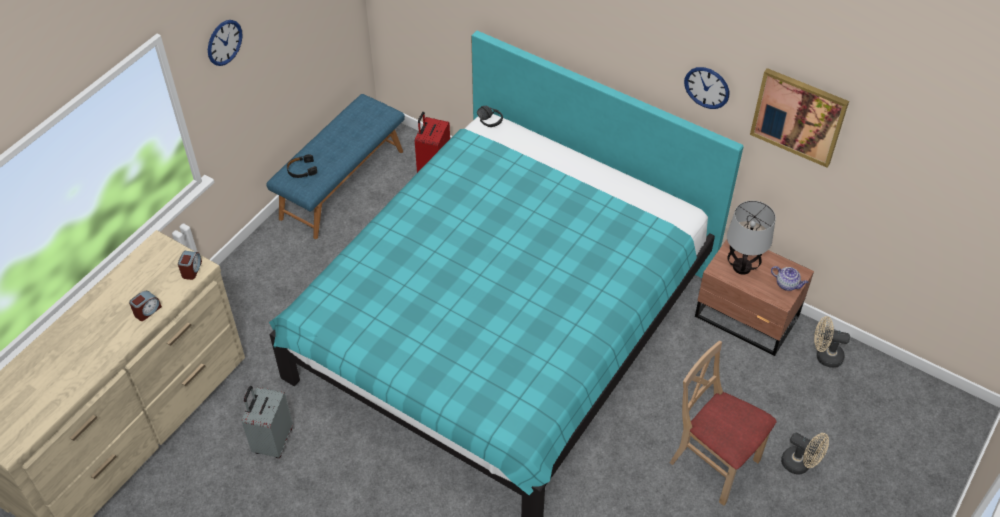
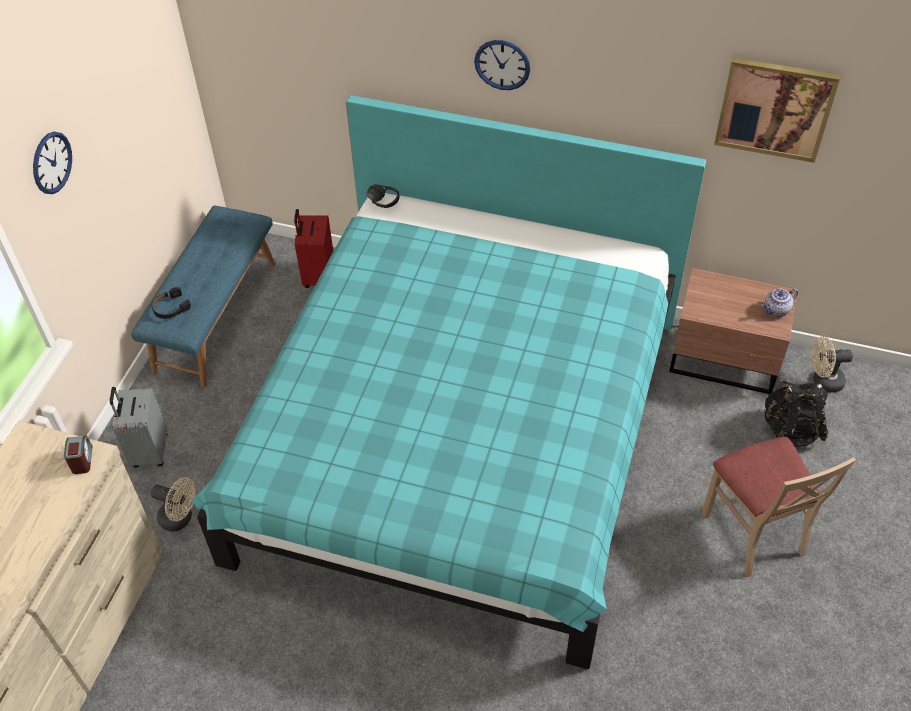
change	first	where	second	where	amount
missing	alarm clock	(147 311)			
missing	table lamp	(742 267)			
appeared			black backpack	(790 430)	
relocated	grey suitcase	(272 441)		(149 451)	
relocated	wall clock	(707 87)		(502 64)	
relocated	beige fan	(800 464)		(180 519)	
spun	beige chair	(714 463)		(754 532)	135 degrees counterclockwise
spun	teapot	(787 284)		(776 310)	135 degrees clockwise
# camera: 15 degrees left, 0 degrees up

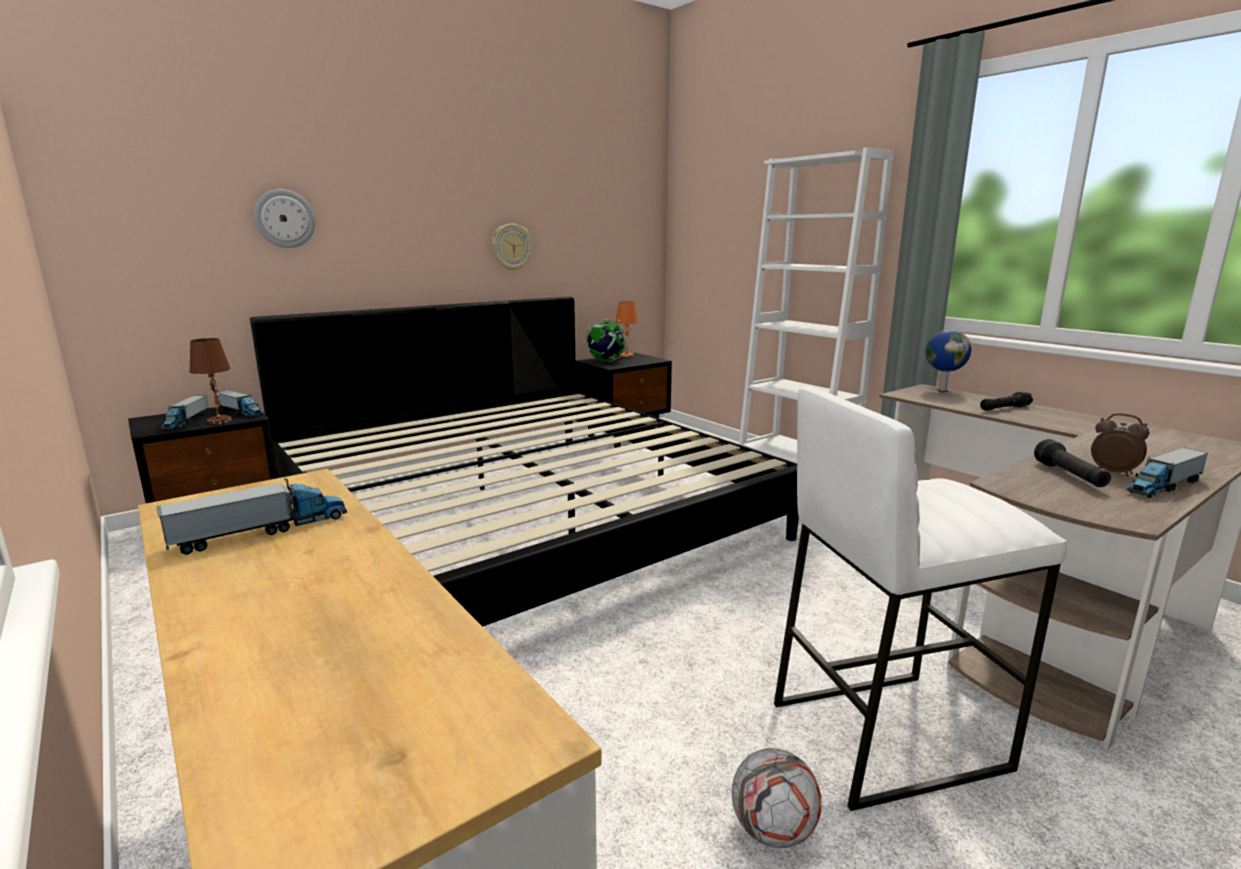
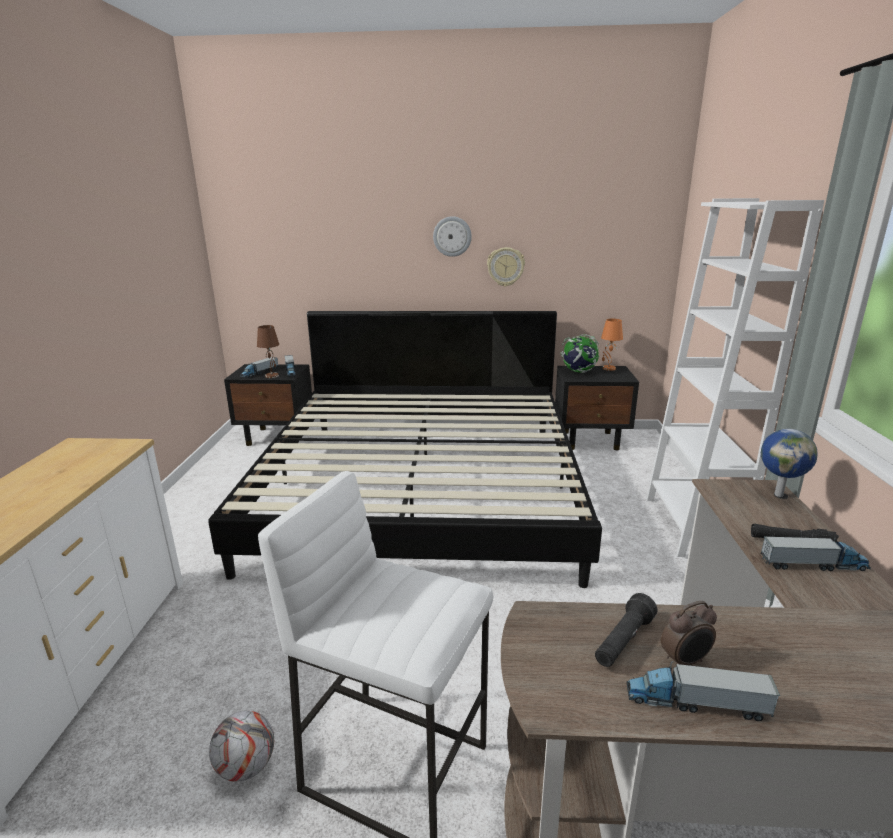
change	first	where	second	where	amount
relocated	toy truck	(261 531)		(813 565)	
relocated	wall clock	(284 218)		(452 236)	
spun	alarm clock	(1113 472)		(685 661)	75 degrees clockwise
# camera: 40 degrees right, 5 degrees up

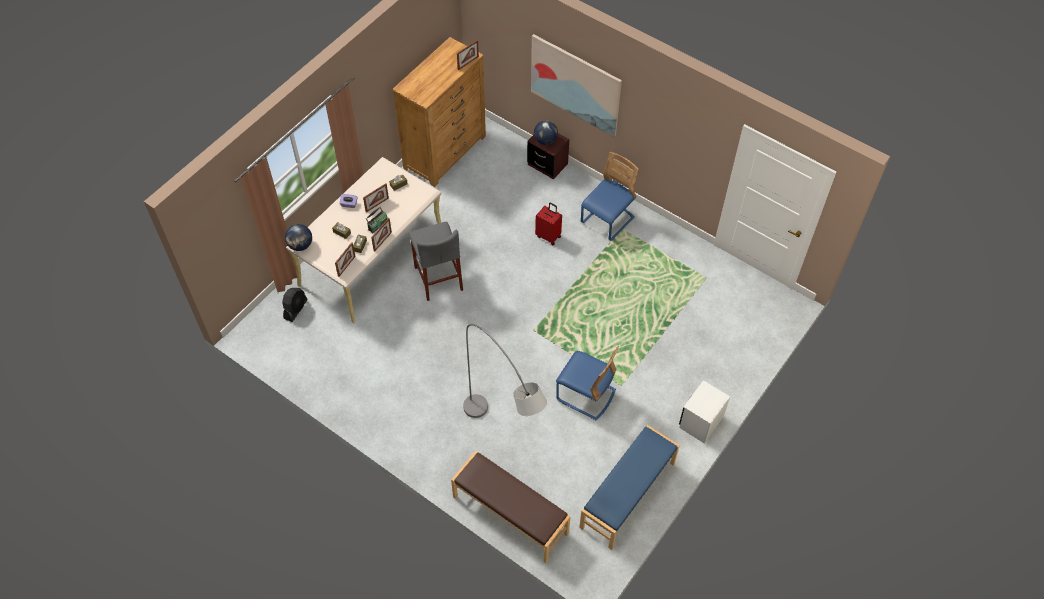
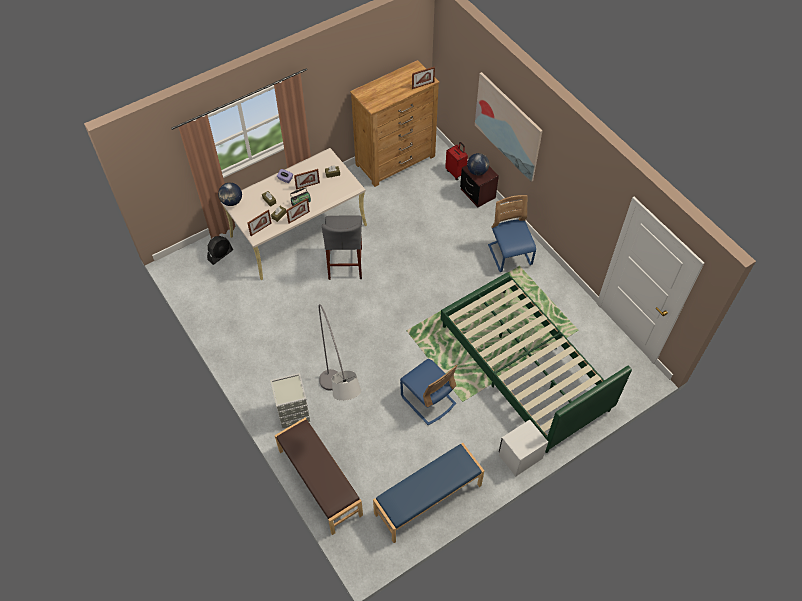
change	first	where	second	where	amount
appeared			grey storage box	(293 412)	
appeared			green bed	(524 367)	
relocated	red suitcase	(548 236)		(456 172)	
spun	blue chair	(607 221)		(510 255)	75 degrees counterclockwise
# camera: 20 degrees right, 0 degrees up

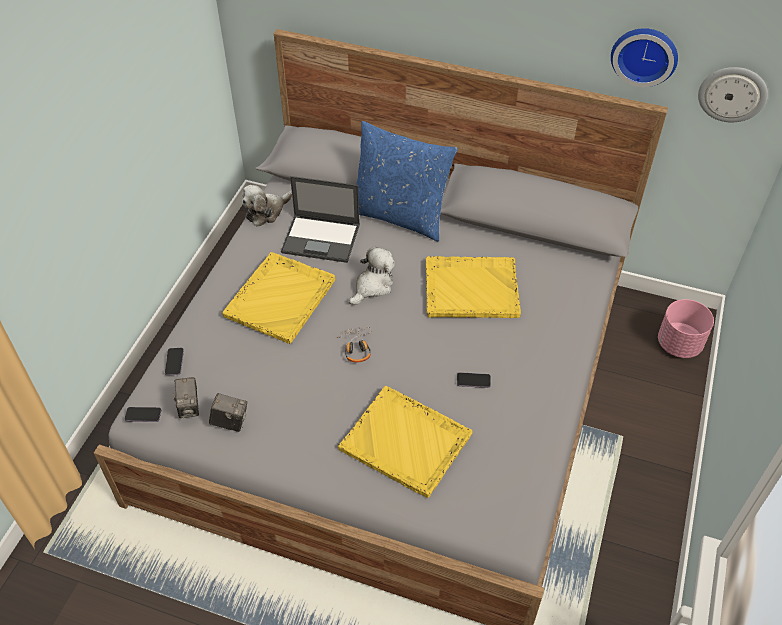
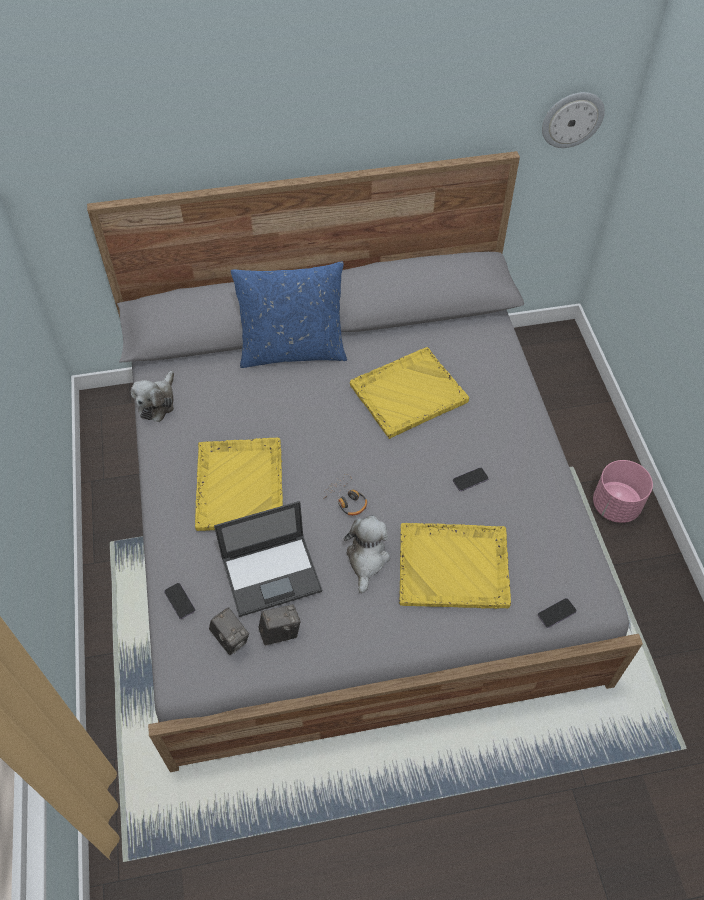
change	first	where	second	where	amount
missing	wall clock	(644 54)			
relocated	phone	(143 415)		(556 613)	
relocated	laptop	(322 238)		(272 574)	
relocated	plush toy	(372 286)		(367 559)	
relocated	pink planter	(679 344)		(615 506)	
# camera: 30 degrees left, 5 degrees up

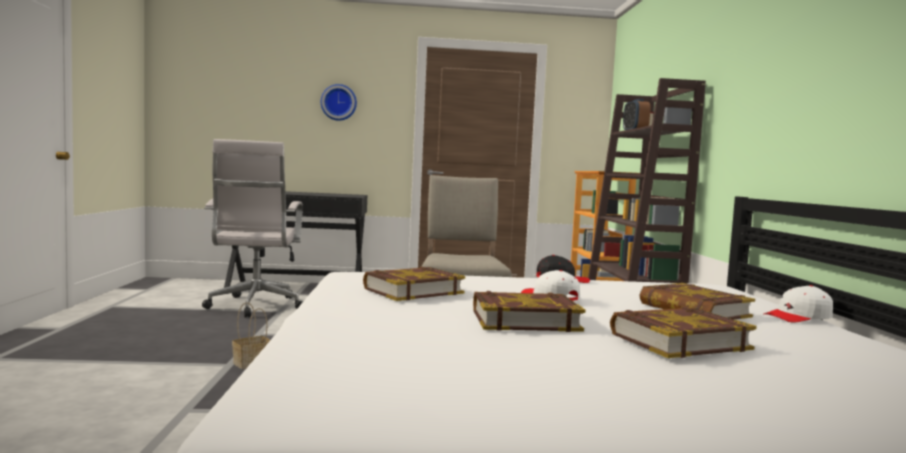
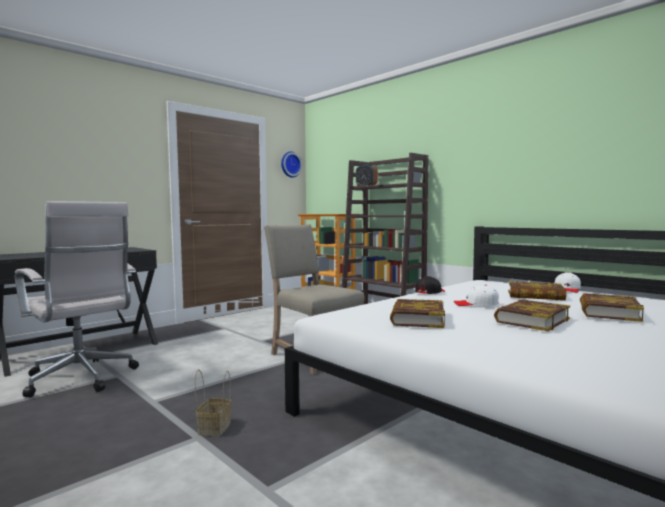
change	first	where	second	where	amount
relocated	wall clock	(339 102)		(290 164)	
# camera: 40 degrees left, 0 degrees up

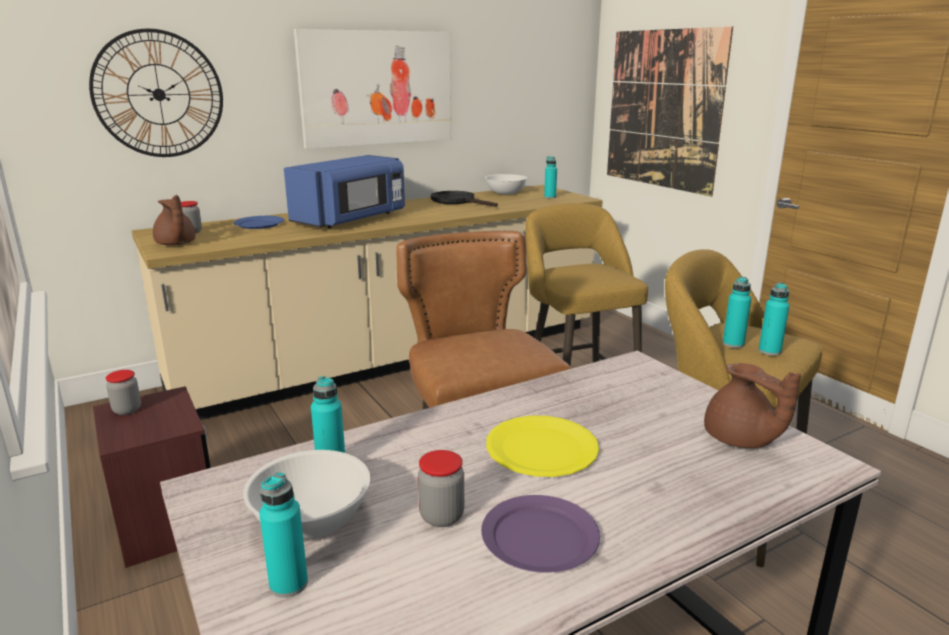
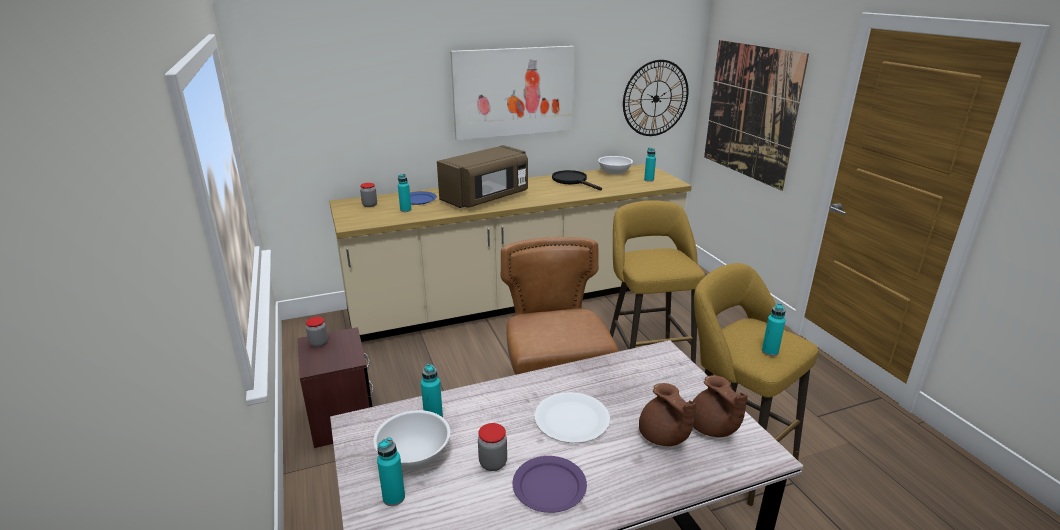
change	first	where	second	where	amount
relocated	wall clock	(159 94)		(655 98)	
relocated	brown teapot	(176 244)		(663 437)	
relocated	turquoise bottle	(733 344)		(405 210)	
colour	blue microwave	(351 219)	brown microwave	(486 198)	
colour	yellow plate	(541 449)	white plate	(571 419)	
# camera: 10 degrees right, 5 degrees up

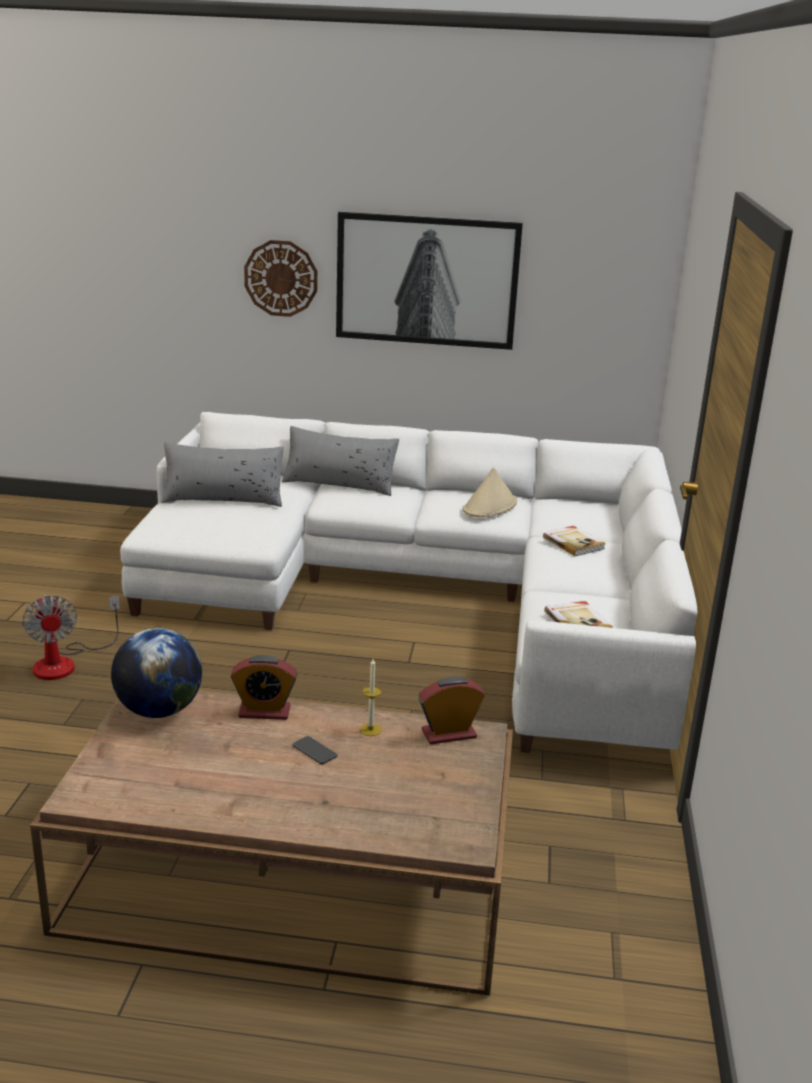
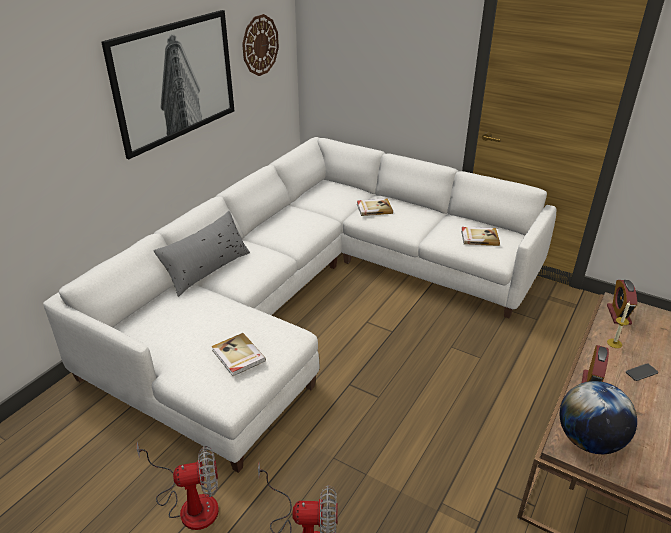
change	first	where	second	where	amount
missing	grey pillow	(223 499)			
missing	beige hat	(490 506)			
appeared			fan	(190 504)	
appeared			book	(238 356)	
relocated	wall clock	(281 278)		(260 45)	
# camera: 65 degrees left, 10 degrees up

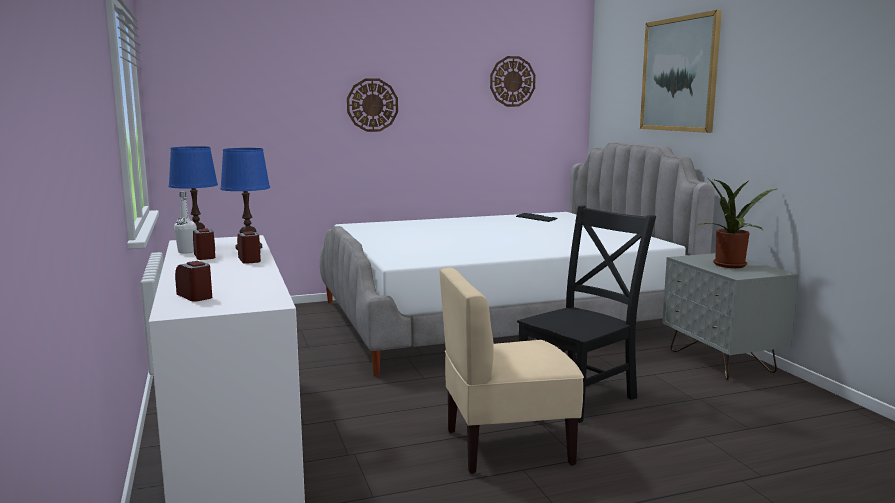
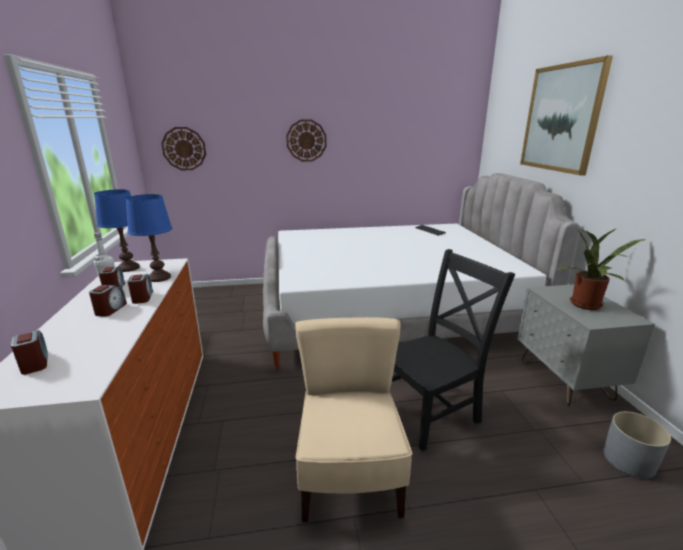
change	first	where	second	where	amount
appeared			alarm clock	(110 309)	
appeared			grey planter	(629 460)	
relocated	wall clock	(512 81)		(184 149)	
spun	beige chair	(507 446)		(349 477)	90 degrees clockwise
# camera: 10 degrees right, 10 degrees up

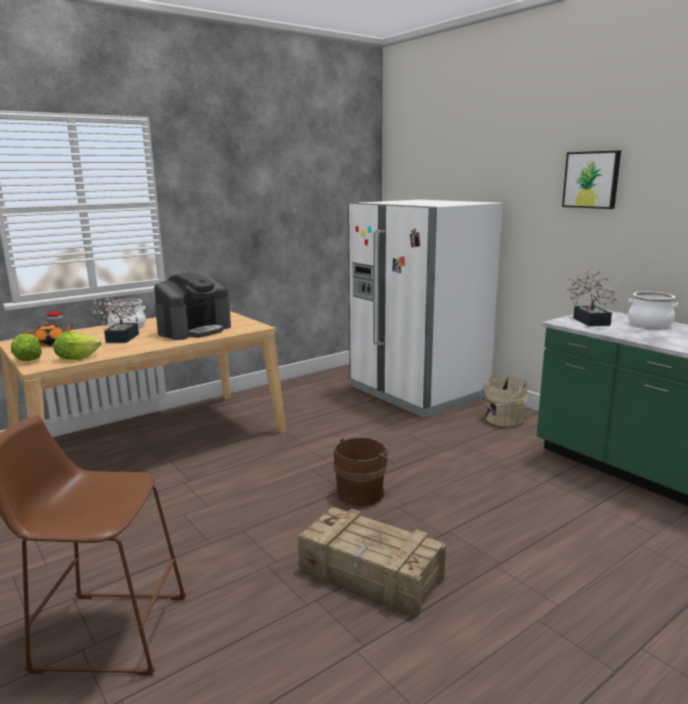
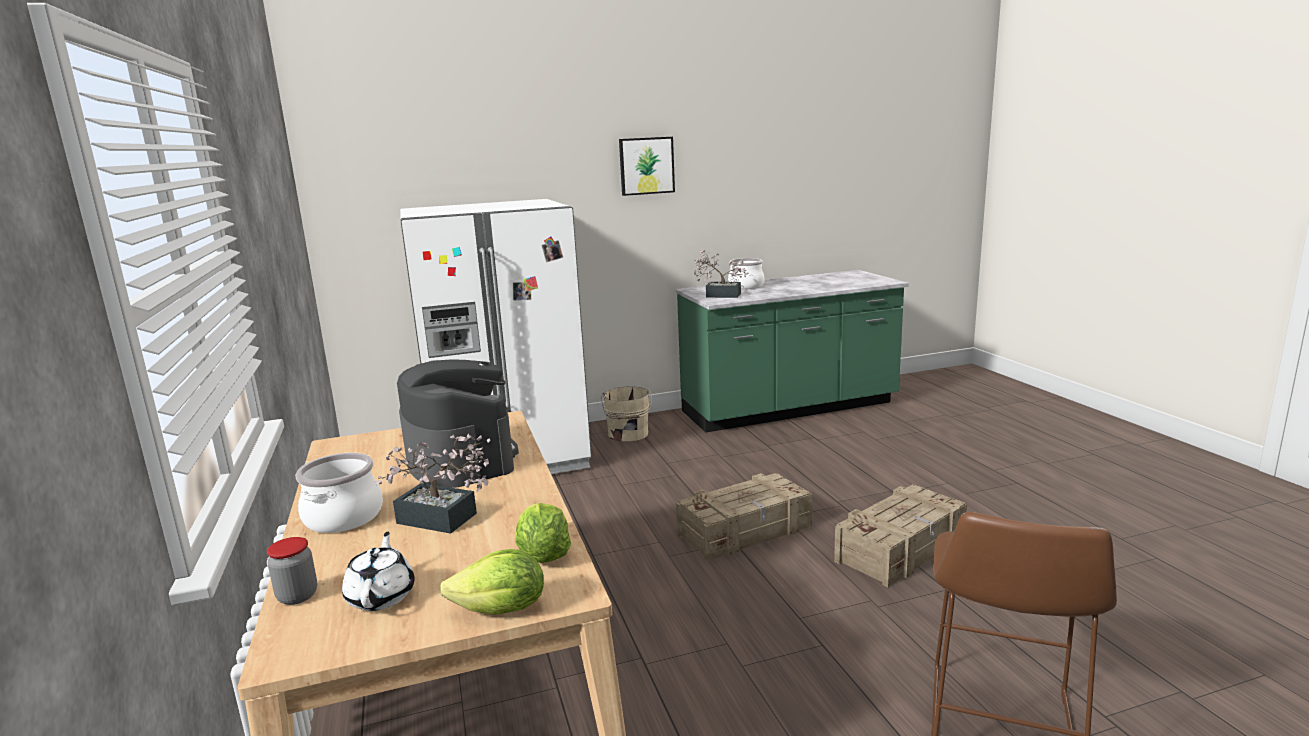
change	first	where	second	where	amount
exchanged	brown bucket	(362 492)	crate	(746 531)	
colour	orange teapot	(51 344)	white teapot	(382 596)	
# camera: 70 degrees left, 0 degrees up

